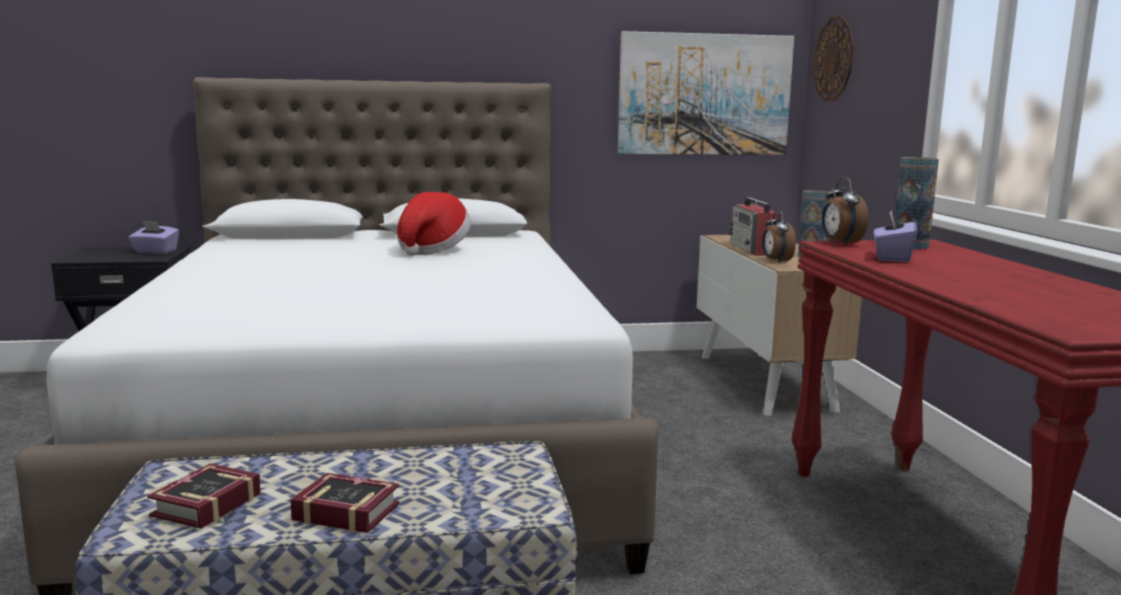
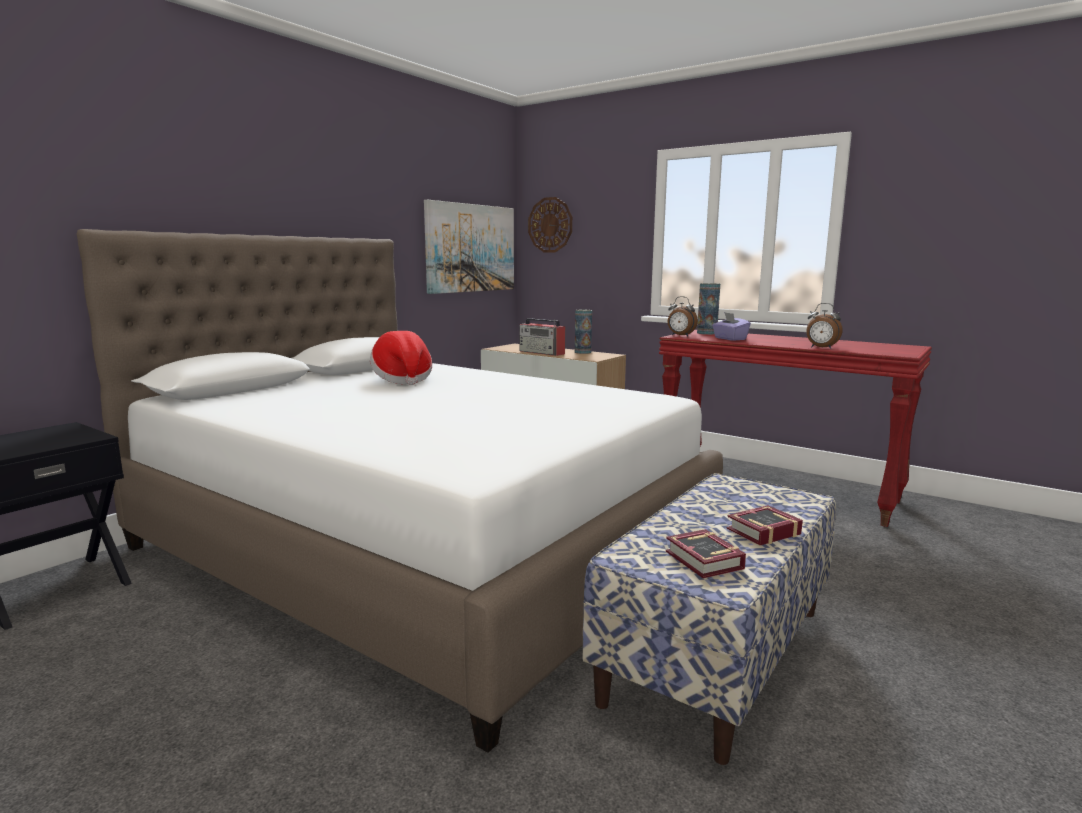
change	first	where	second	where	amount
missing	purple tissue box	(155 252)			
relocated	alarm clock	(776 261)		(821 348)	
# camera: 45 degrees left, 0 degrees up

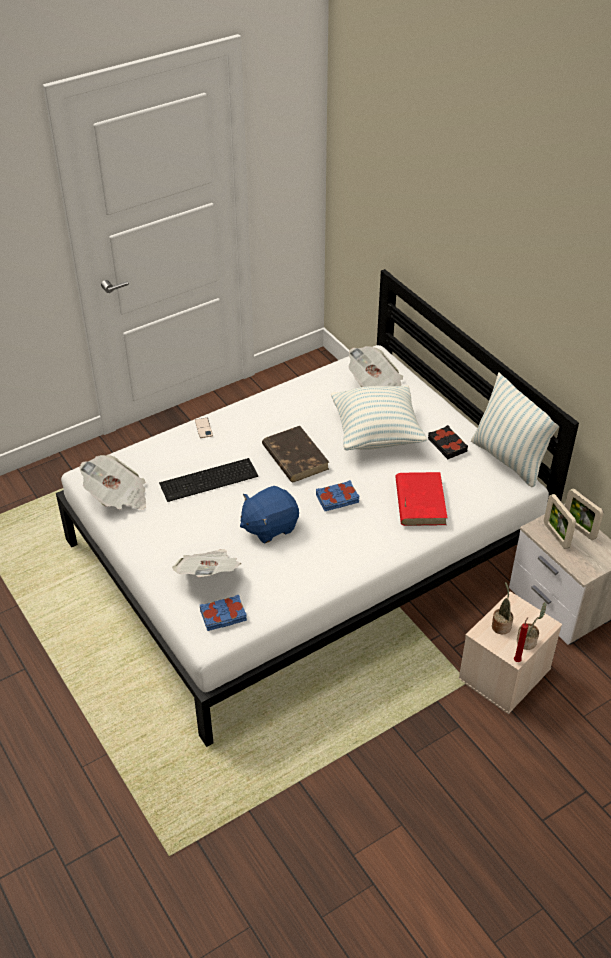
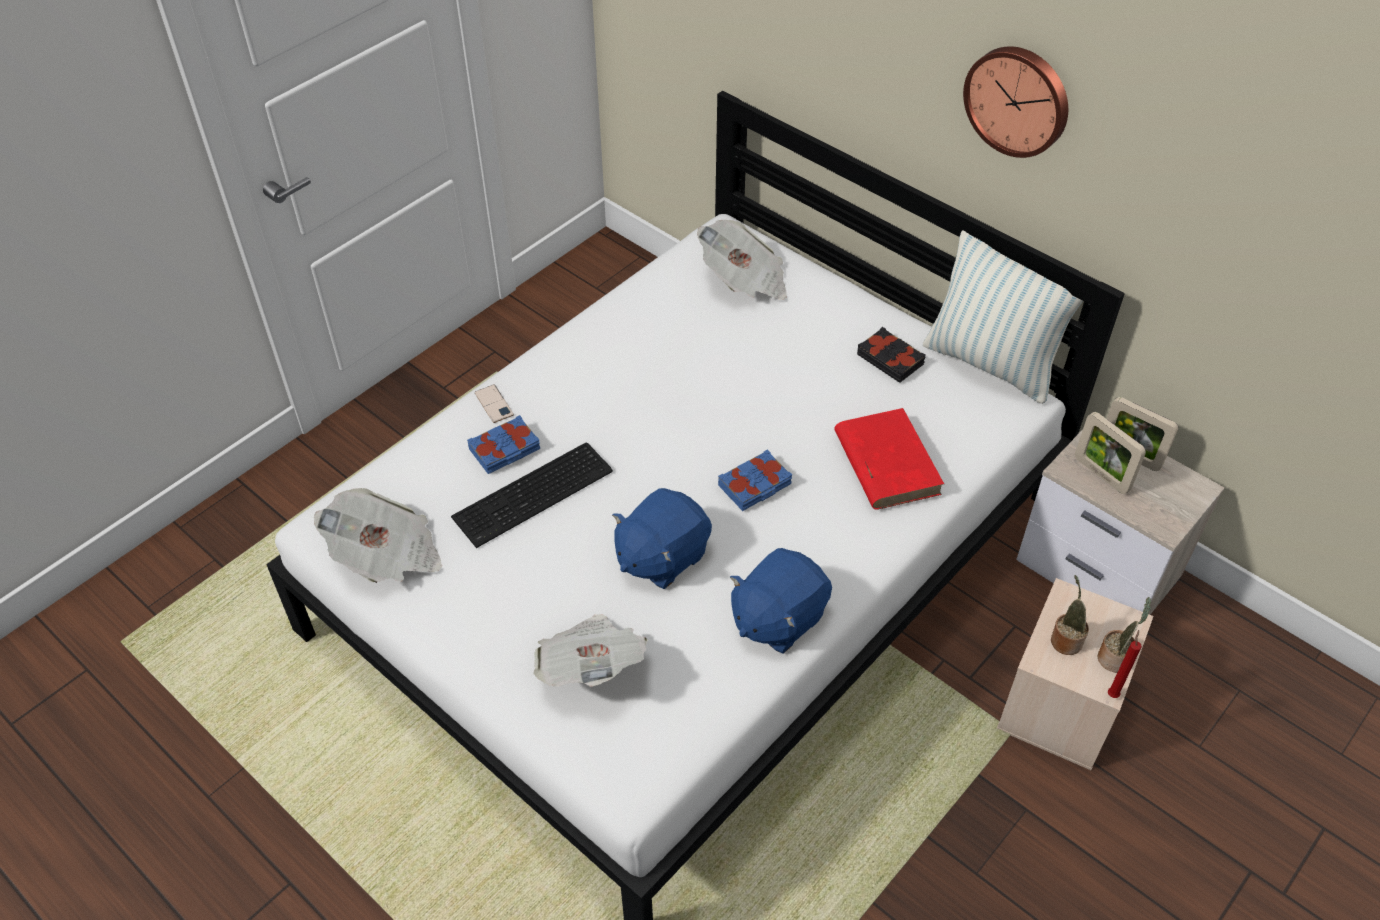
change	first	where	second	where	amount
missing	brown book	(294 457)			
missing	pillow	(376 434)			
appeared			blue plush toy	(777 618)	
appeared			wall clock	(1018 100)	
relocated	blue book	(223 616)		(505 450)	
# camera: 15 degrees left, 5 degrees up

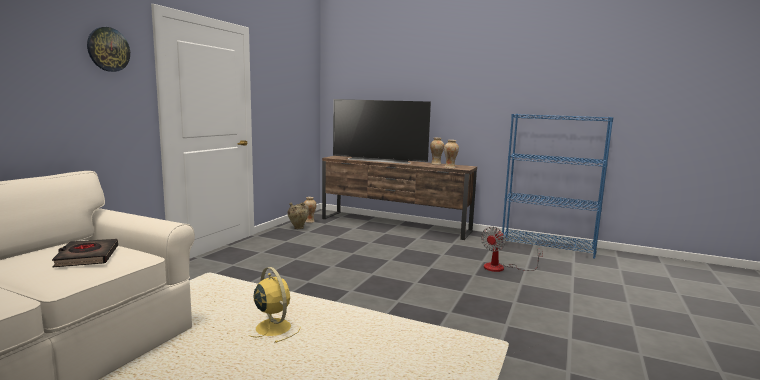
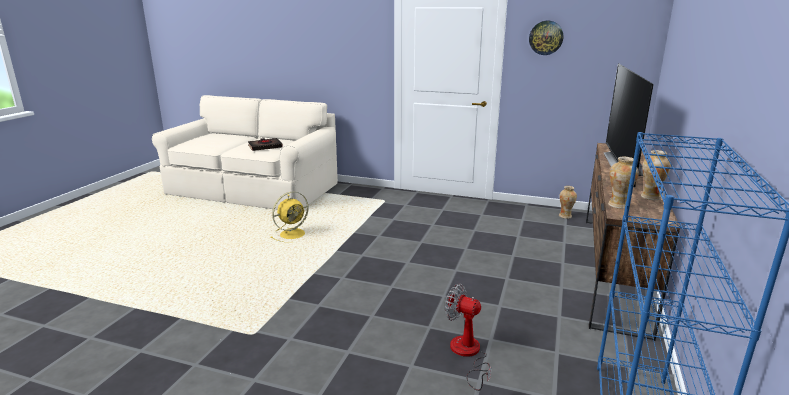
change	first	where	second	where	amount
missing	beige vase	(298 228)			
relocated	wall clock	(108 49)		(546 37)	
# camera: 85 degrees right, 10 degrees up

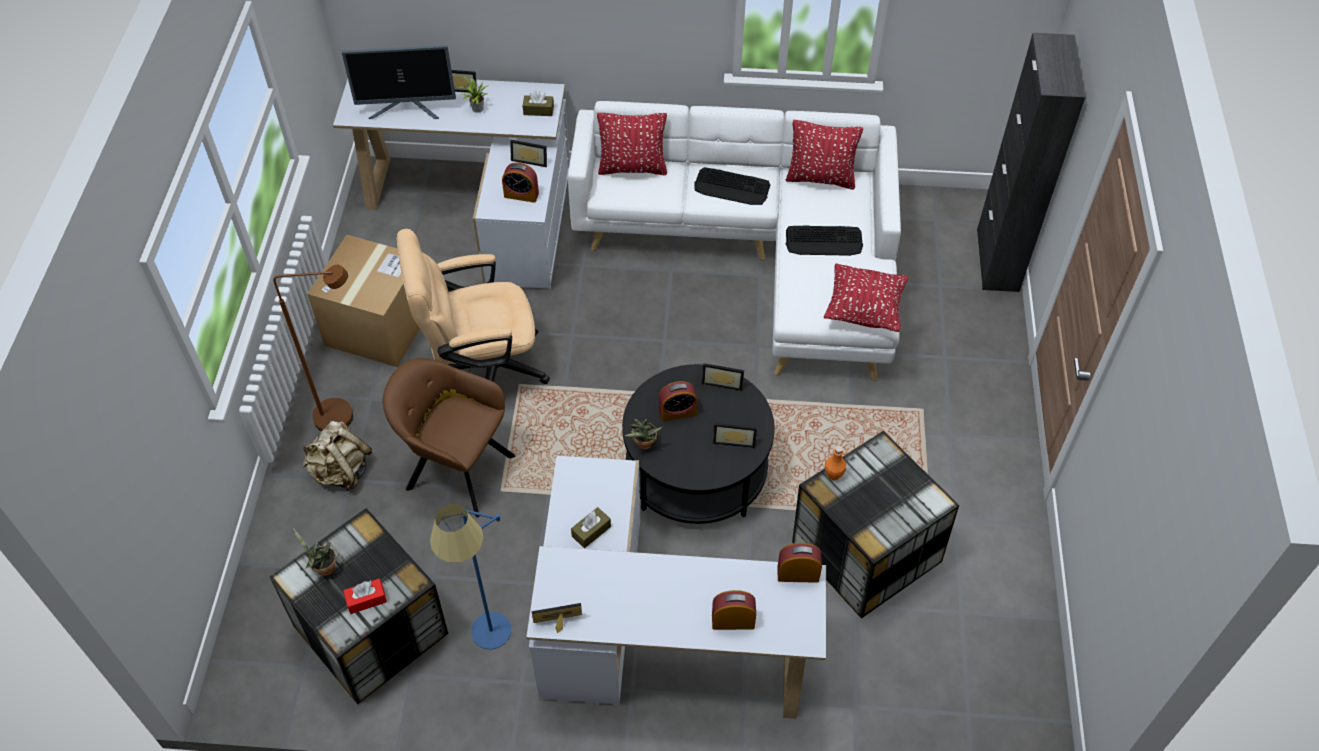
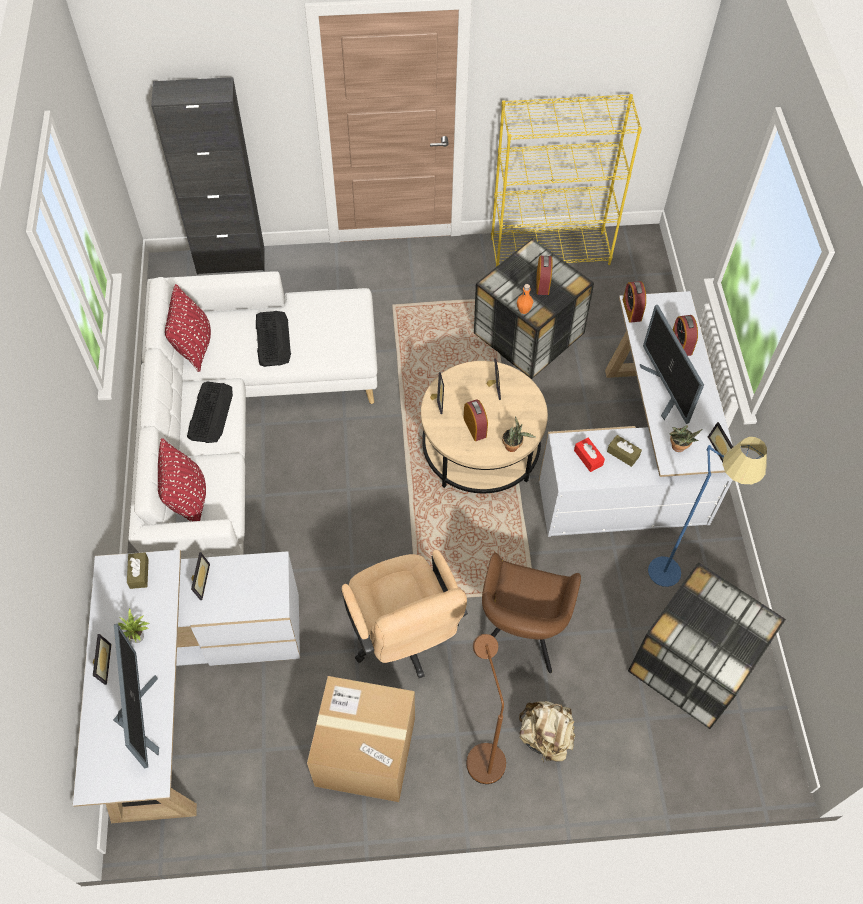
change	first	where	second	where	amount
missing	red pillow	(864 310)			
appeared			yellow bookcase	(551 251)	
appeared			monitor	(665 390)	
relocated	potted plant	(323 568)		(678 448)	
relocated	red tissue box	(366 600)		(588 458)	
relocated	alarm clock	(521 195)		(542 283)	
colour	black coffee table	(696 469)	beige coffee table	(480 448)	
# camera: 100 degrees left, 5 degrees up

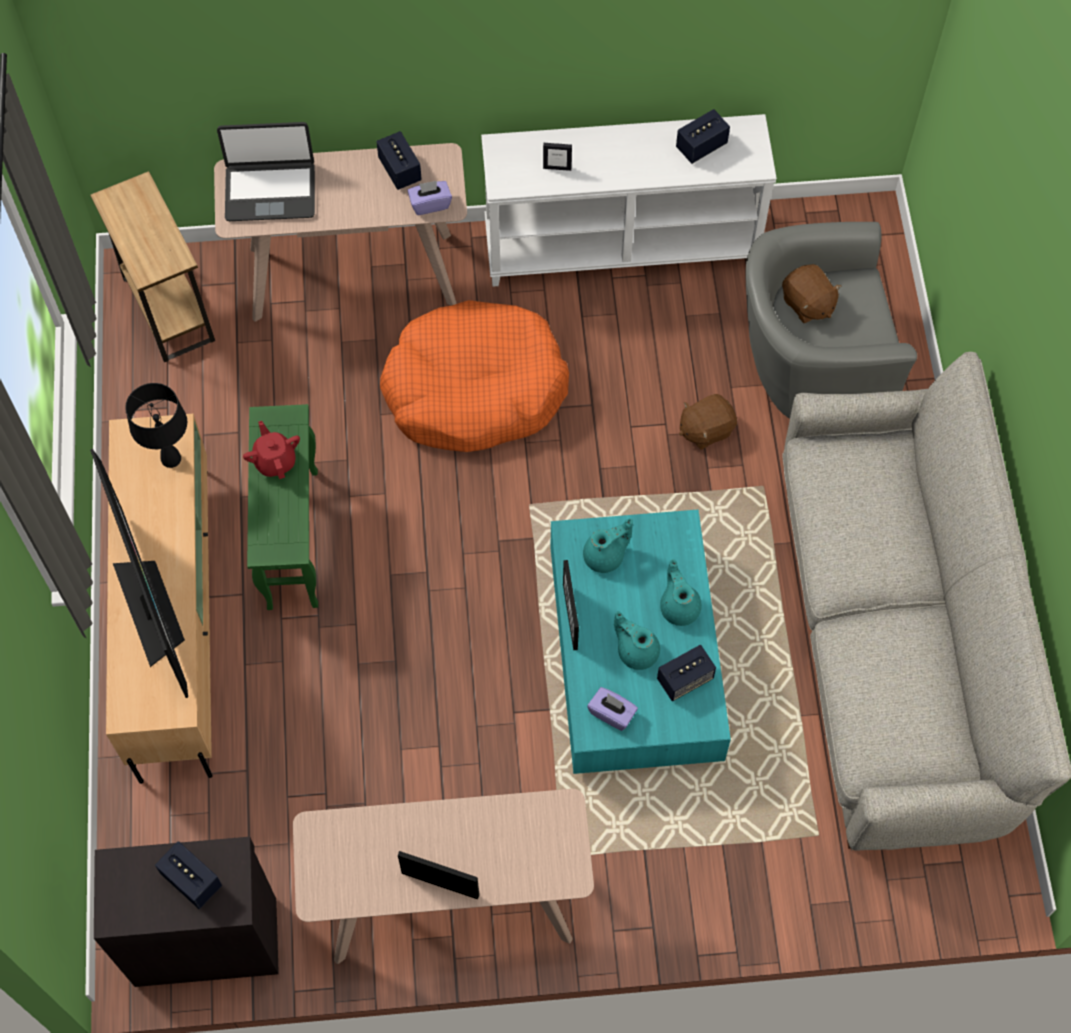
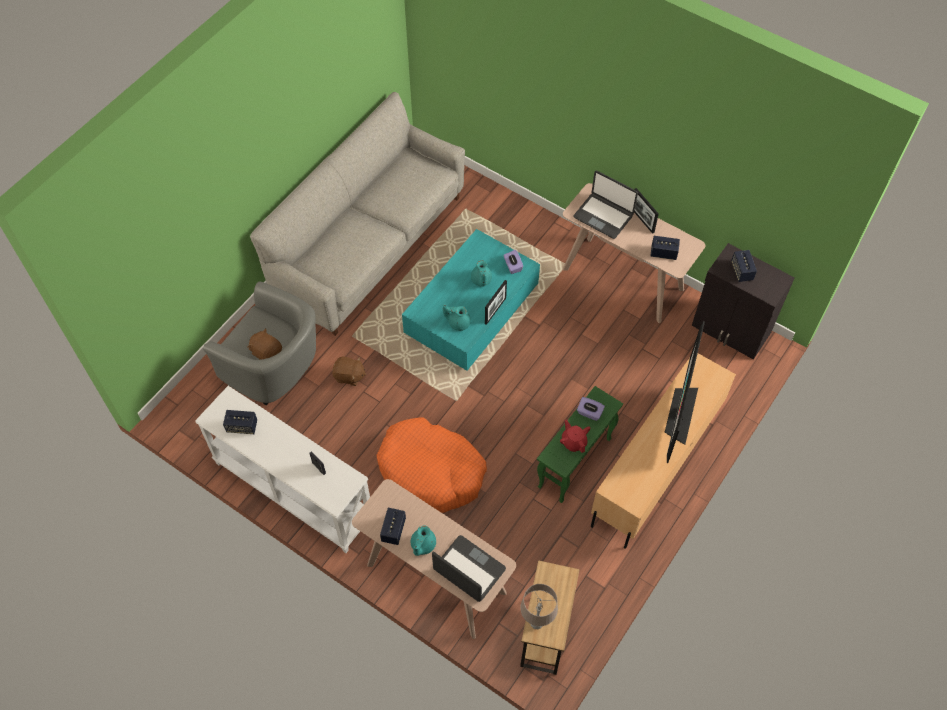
change	first	where	second	where	amount
missing	black table lamp	(171 458)			
appeared			beige table lamp	(536 622)	
appeared			laptop	(603 216)	
relocated	purple tissue box	(430 204)		(589 413)	
relocated	speaker	(685 679)		(663 253)	
relocated	turquoise teapot	(679 606)		(422 545)	
spun	red teapot	(275 461)		(573 442)	135 degrees clockwise
spun	brown plush toy	(807 304)		(267 352)	60 degrees counterclockwise
# camera: 140 degrees left, 5 degrees down

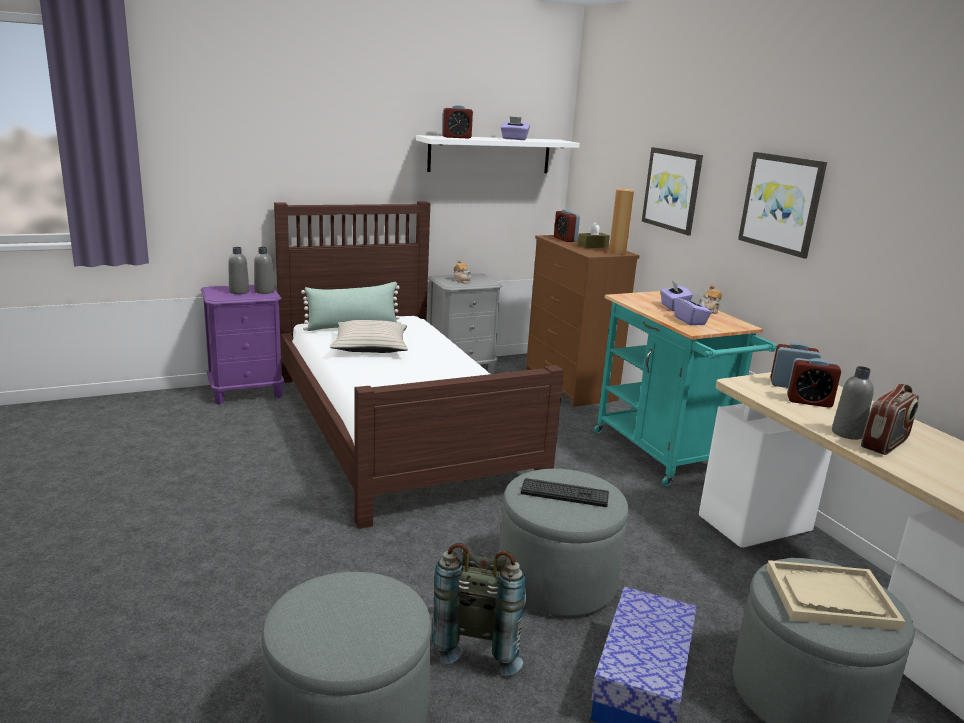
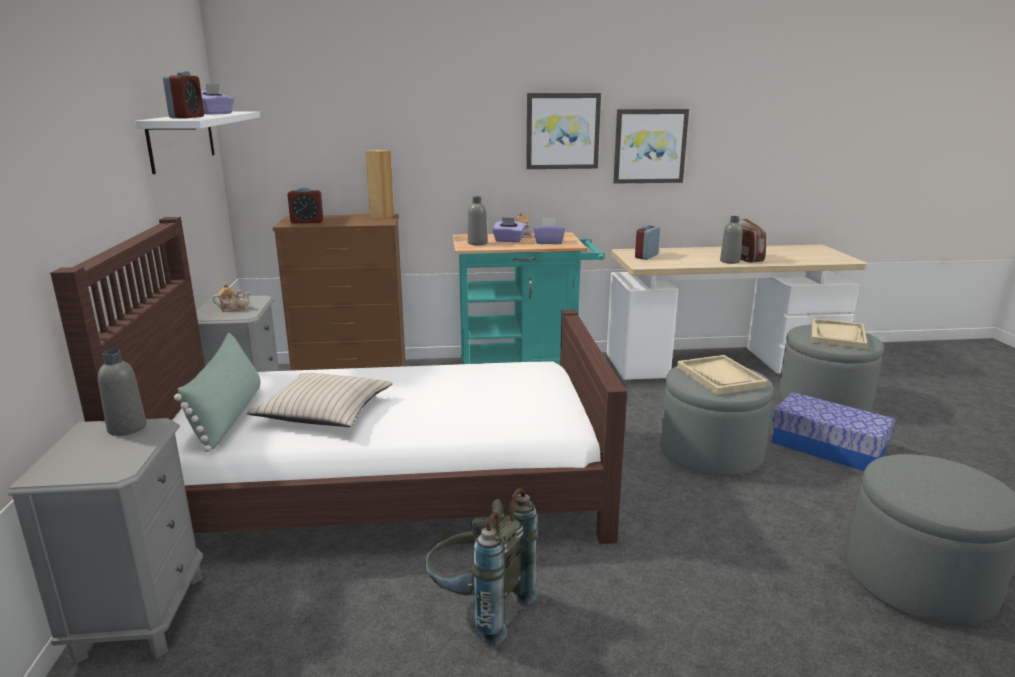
change	first	where	second	where	amount
missing	brown tissue box	(593 246)			
missing	alarm clock	(809 401)			
relocated	grey bottle	(239 292)		(477 243)	
relocated	grey backpack	(480 642)		(478 609)	
relocated	picture	(672 190)		(649 146)	
exchanged	keyboard	(564 493)	beige tray	(720 377)	
colour	purple nightstand	(247 392)	grey nightstand	(140 615)	
# camera: 70 degrees left, 0 degrees up

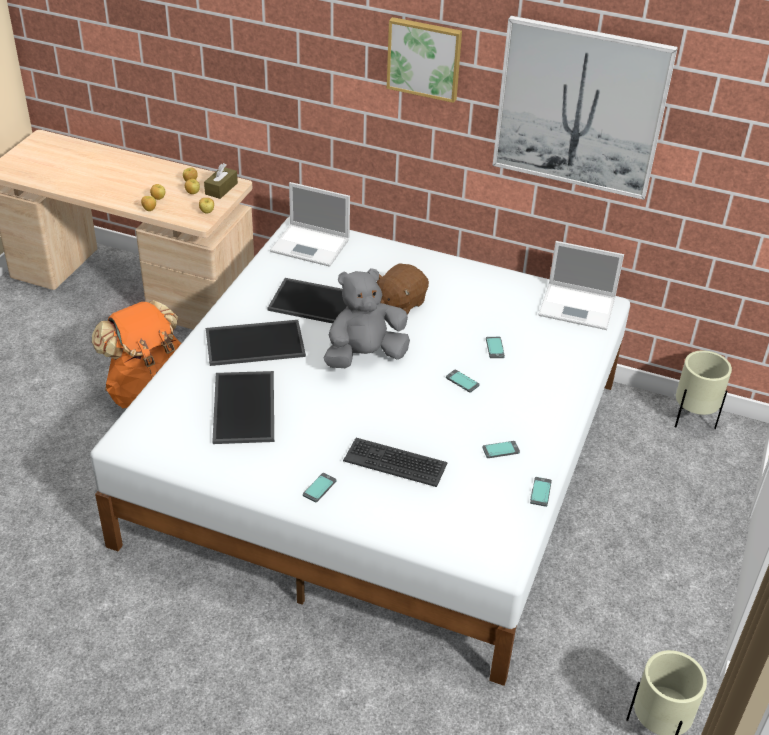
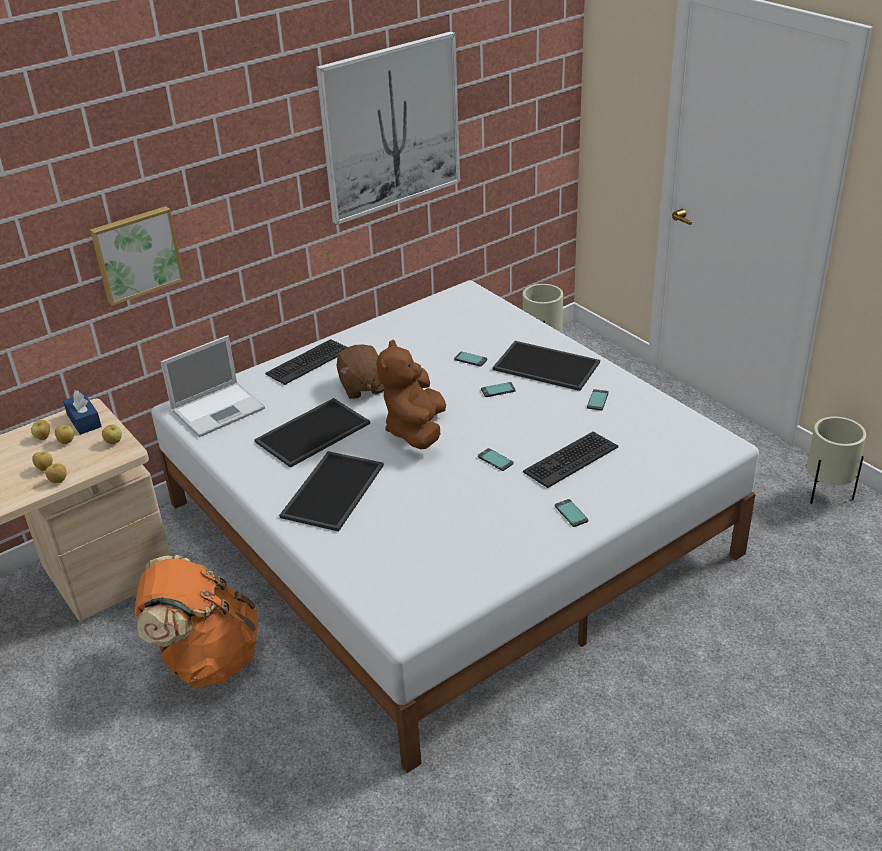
change	first	where	second	where	amount
missing	laptop	(578 307)			
appeared			keyboard	(308 362)	
relocated	tray	(246 408)		(548 365)	
relocated	picture	(424 58)		(136 254)	
relocated	phone	(540 492)		(495 460)	
colour	brown tissue box	(221 188)	blue tissue box	(84 421)	
colour	grey plush toy	(364 356)	brown plush toy	(416 430)	
# camera: 55 degrees left, 5 degrees down

